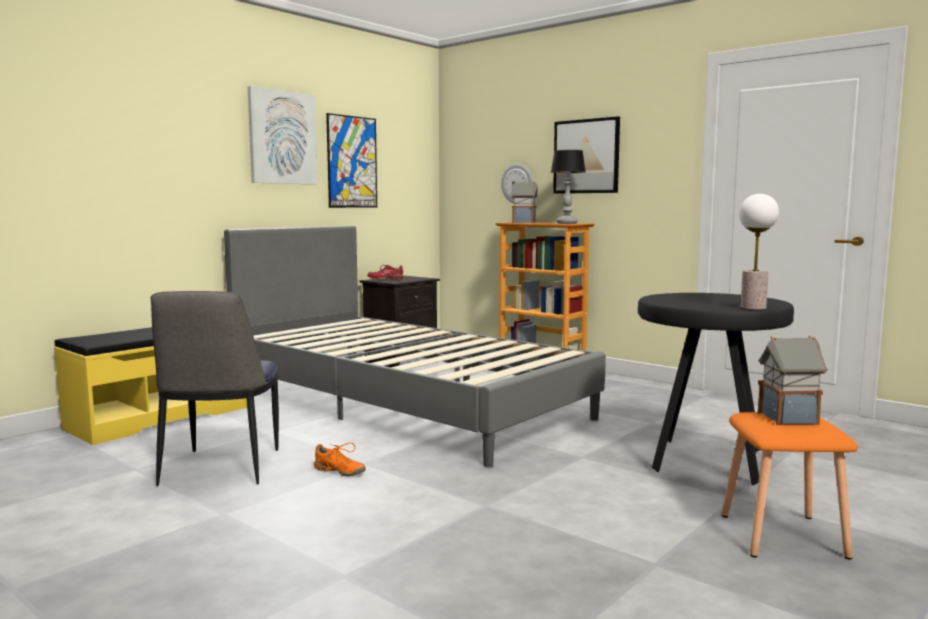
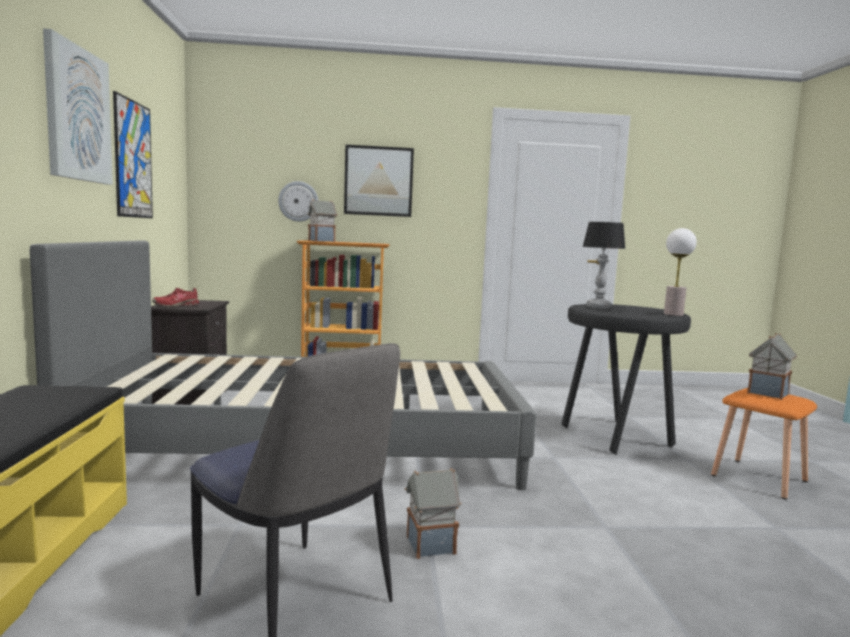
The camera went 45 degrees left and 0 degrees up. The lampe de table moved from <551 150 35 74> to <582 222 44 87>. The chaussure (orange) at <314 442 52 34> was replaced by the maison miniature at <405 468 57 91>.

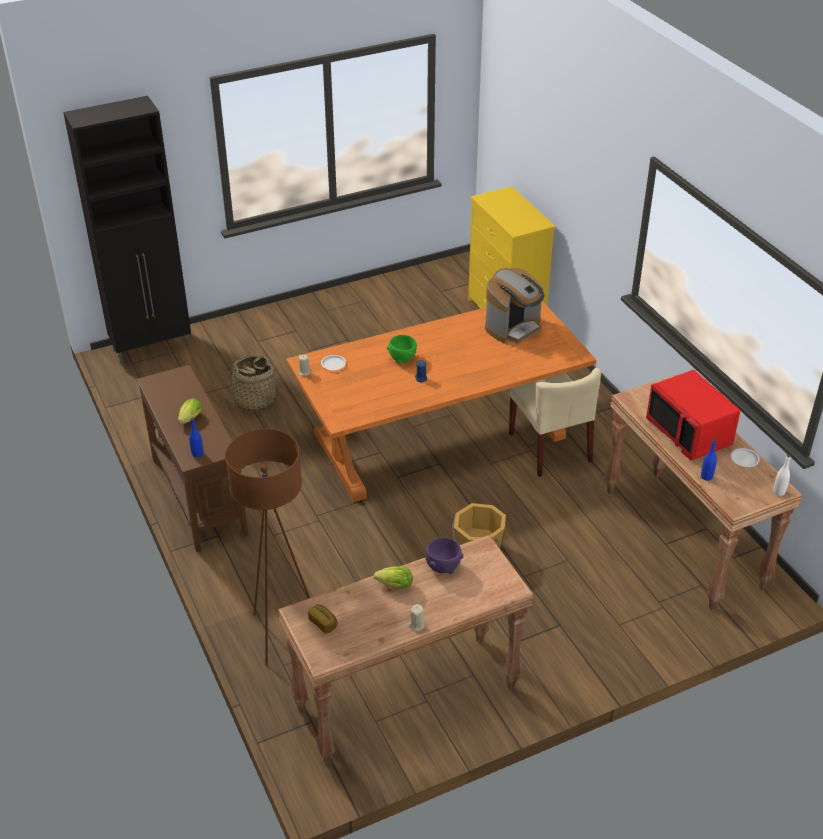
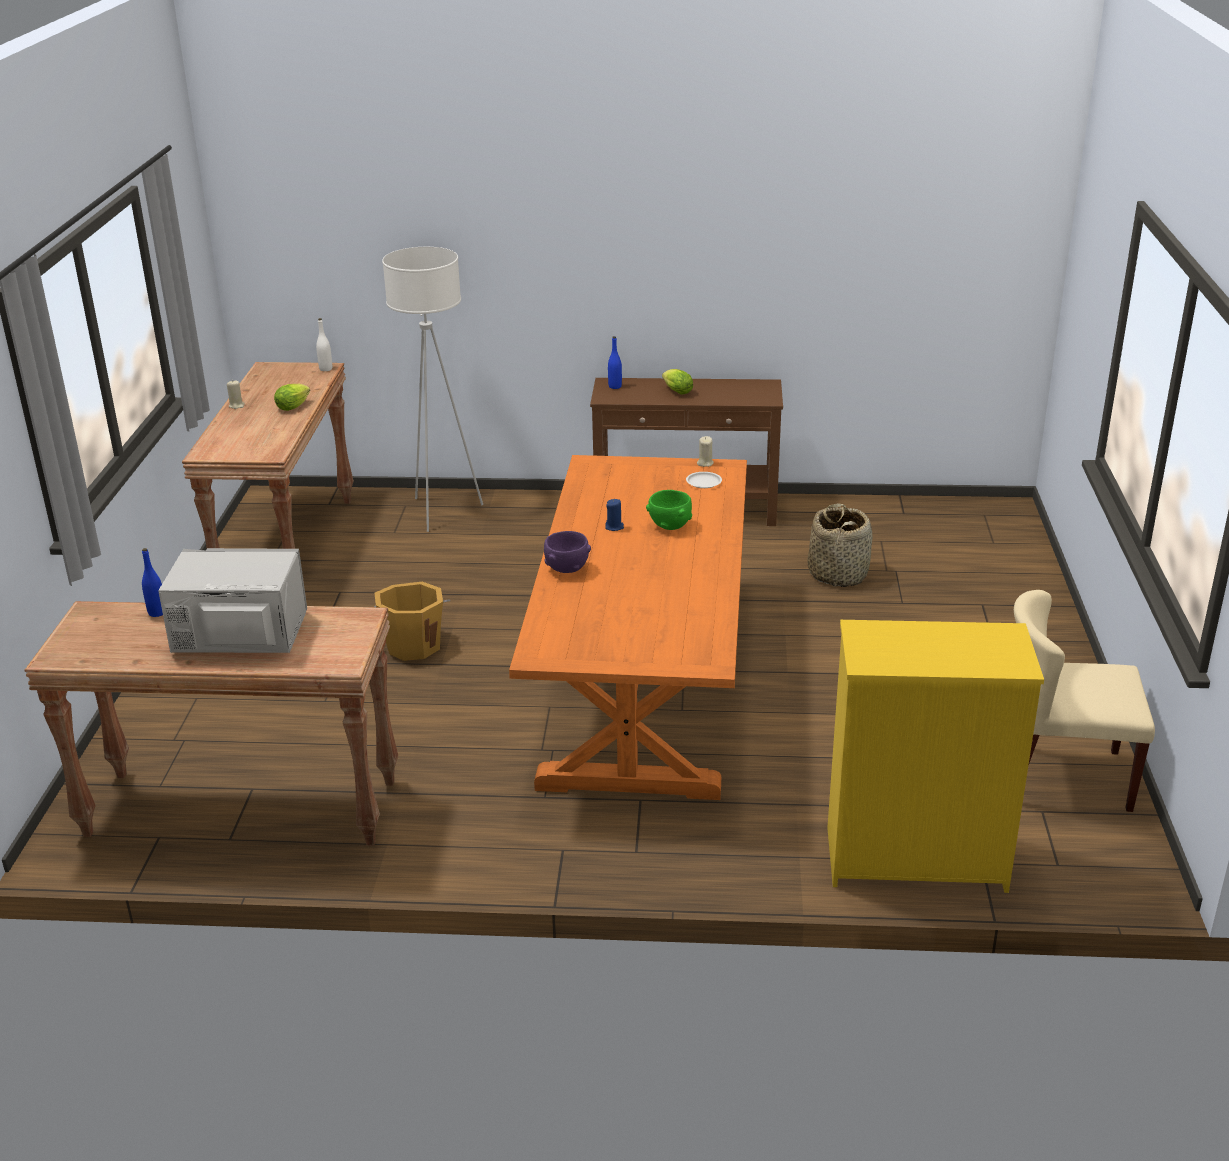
The camera went 120 degrees right and 10 degrees down. The meuble de rangement (noir) at <63 96 128 269> disappeared. The machine à café at <485 268 59 76> disappeared. The chaise (beige) moved from <509 368 92 109> to <1014 590 141 222>. The micro-ondes (rouge) at <646 370 95 91> became the micro-ondes (gris) at <158 548 149 105>. The lampadaire (marron) at <225 429 85 237> became the lampadaire (blanc) at <382 247 101 285>. The assiette (blanc) at <730 448 30 19> disappeared. The bouteille (blanc) moved from <773 455 18 41> to <316 318 16 53>. The bol (violet) moved from <425 537 38 37> to <544 531 47 42>. The pain at <308 604 30 30> disappeared.

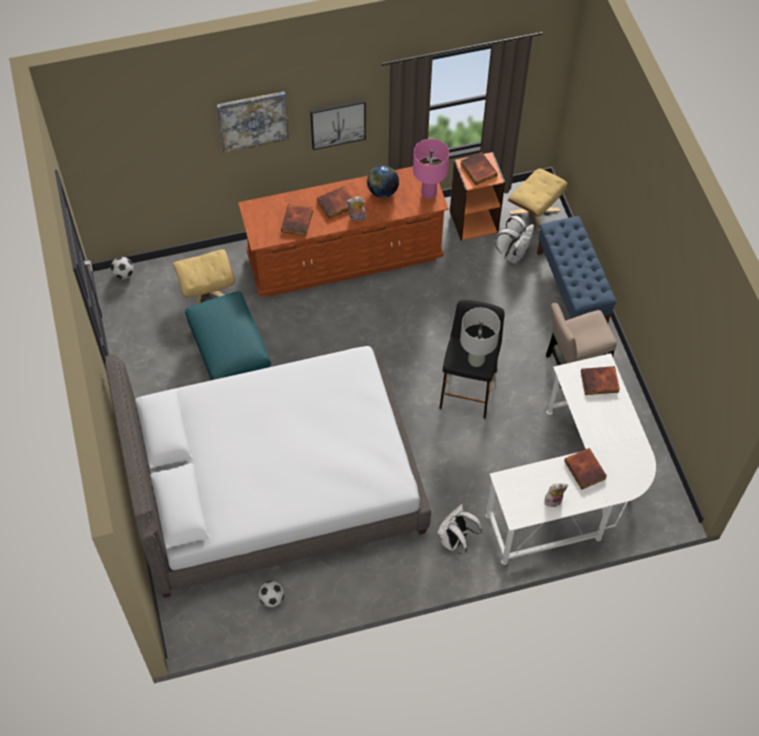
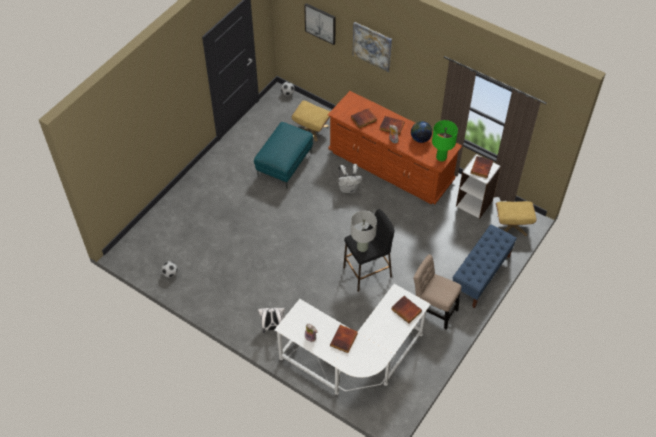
The camera went 50 degrees right and 5 degrees down. The tableau moved from <310 99 56 51> to <304 3 32 42>. The lampe de table (rose) at <413 139 36 60> became the lampe de table (vert) at <432 120 26 42>. The bibliothèque (orange) at <450 152 55 89> became the bibliothèque (blanc) at <456 154 45 65>. The sac à dos (blanc) moved from <495 216 39 48> to <338 164 24 29>. The lit (gris) at <105 346 326 252> disappeared.

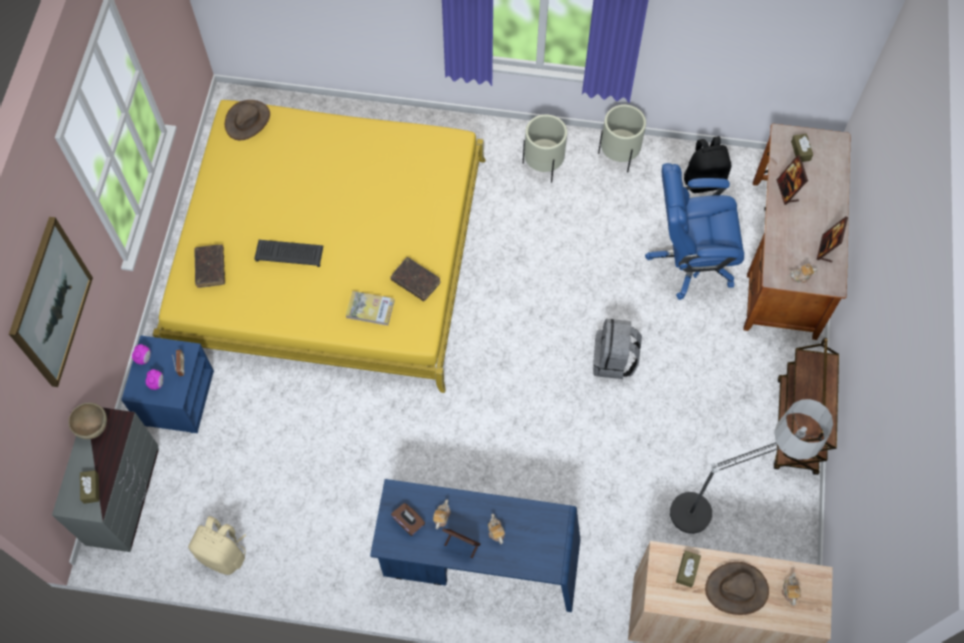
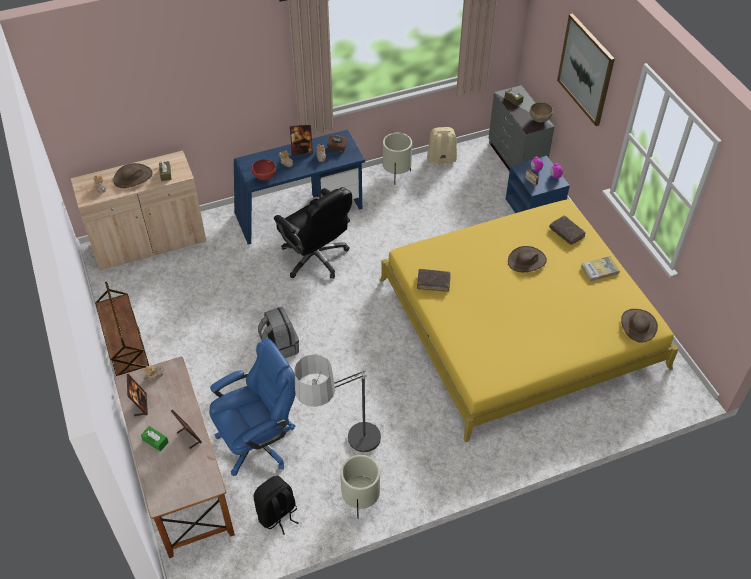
The camera went 150 degrees right and 15 degrees down. The cache-pot (beige) moved from <523 114 44 69> to <383 133 29 52>. The boîte à mouchoirs (marron) at <791 134 22 28> disappeared. The clavier at <254 240 70 27> was replaced by the chapeau (marron) at <508 246 39 26>. The livre moved from <346 291 49 35> to <581 256 39 26>. The lampadaire moved from <666 399 167 135> to <294 354 88 104>. The bol (rouge) at <251 159 25 21> appeared. The chaise de bureau (noir) at <274 187 78 92> appeared. The boîte à mouchoirs (vert) at <141 426 28 25> appeared.

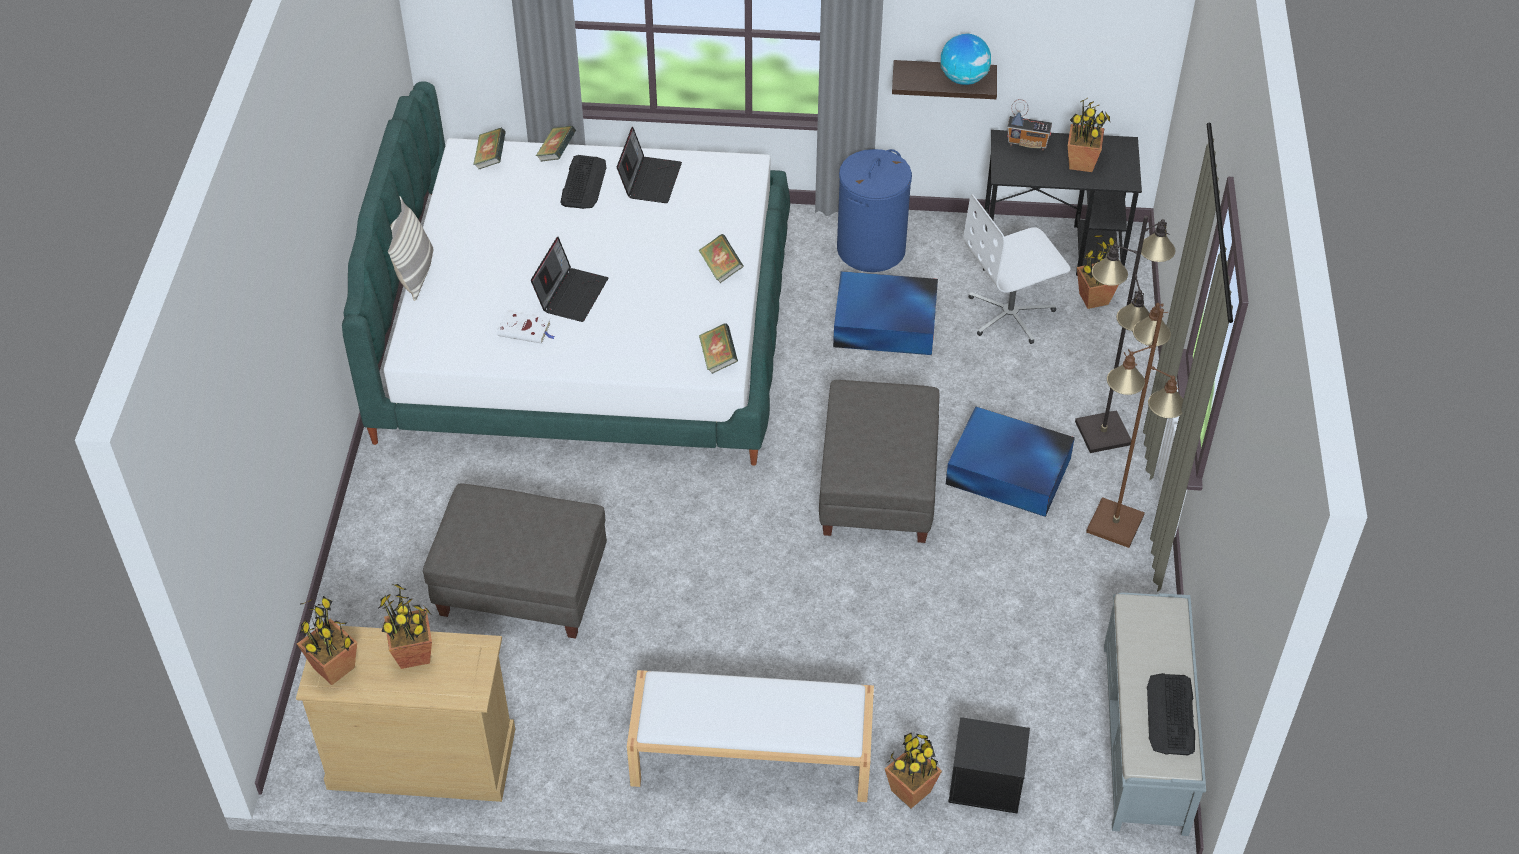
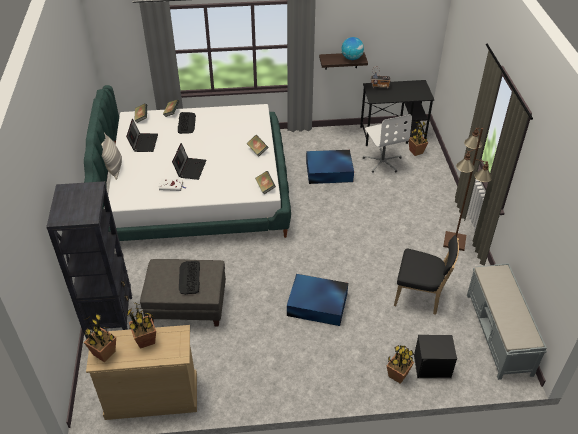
The camera went 10 degrees left and 5 degrees down. The plante en pot at <1068 98 43 74> disappeared. The ordinateur portable moved from <617 127 65 76> to <126 119 32 33>. The panier à linge (bleu) at <837 149 75 123> disappeared. The chaise de bureau (blanc) at <963 194 107 150> turned 75 degrees counterclockwise. The lampadaire (noir) at <1075 216 100 237> disappeared. The pouf (gris) at <819 380 120 163> disappeared. The boîte de rangement (bleu) moved from <946 406 129 111> to <287 274 61 52>. The banc (blanc) at <627 670 247 132> disappeared. The clavier moved from <1147 673 48 82> to <179 261 21 33>. The bibliothèque (noir) at <46 181 86 158> appeared. The chaise (noir) at <394 235 65 80> appeared.

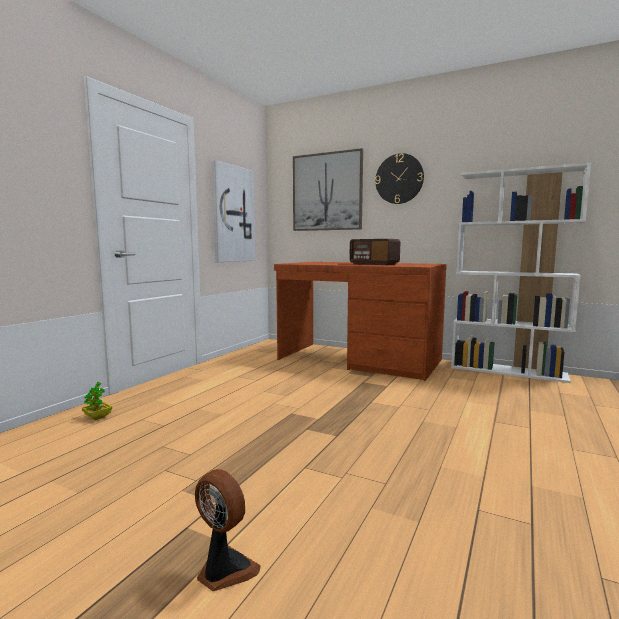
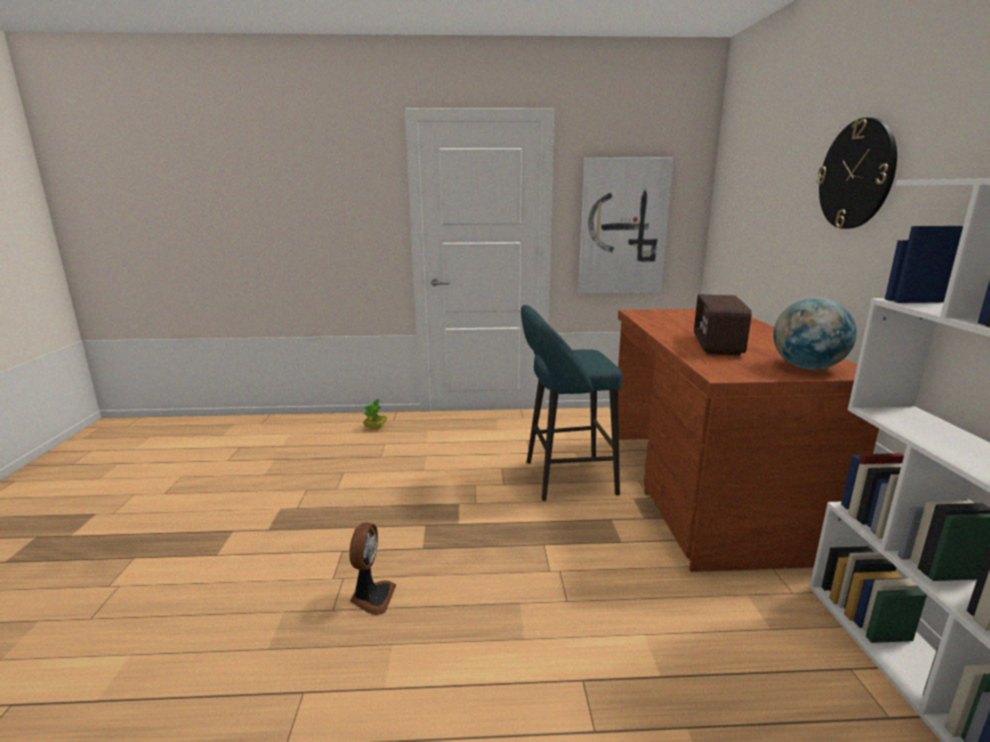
The camera went 60 degrees right and 10 degrees up. The tableau at <293 148 70 83> disappeared. The ventilateur moved from <195 469 66 122> to <349 523 47 92>. The globe at <773 298 84 72> appeared. The tabouret (turquoise) at <521 305 101 196> appeared.

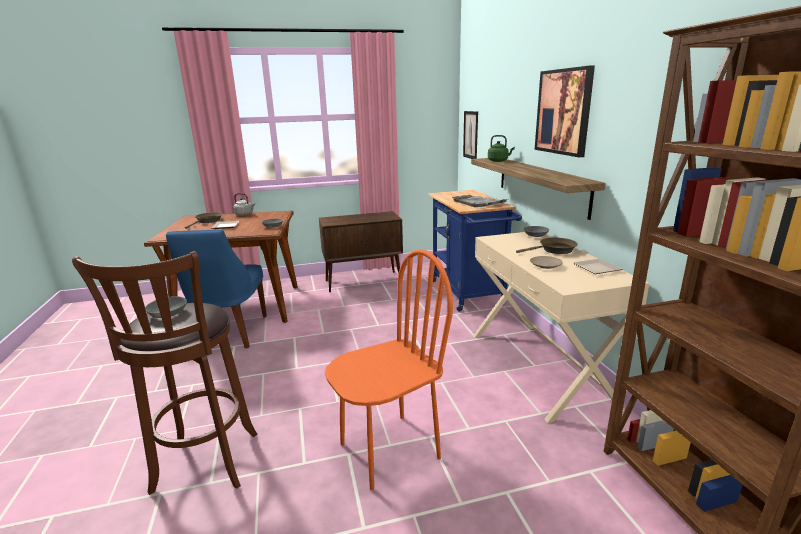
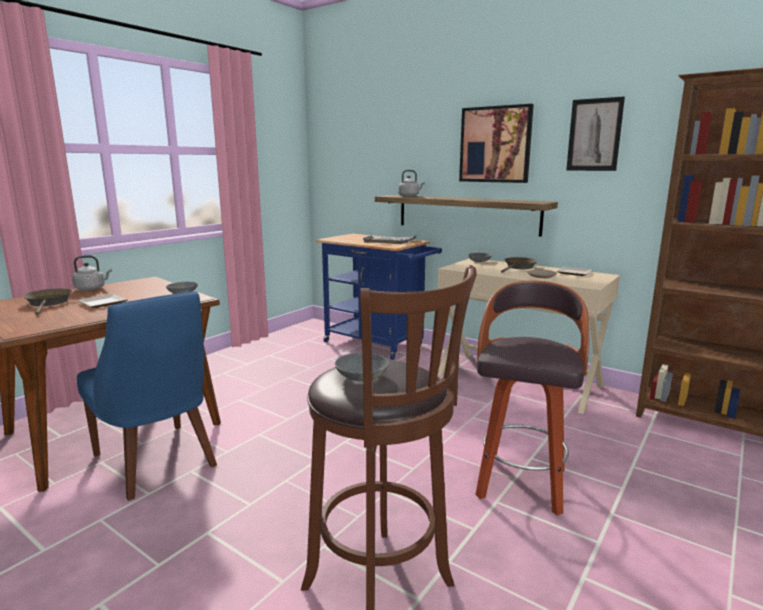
The camera went 40 degrees left and 5 degrees down. The tableau moved from <463 111 15 48> to <566 96 59 75>. The bouilloire (vert) at <488 135 27 27> became the bouilloire (gris) at <398 170 27 27>. The meuble de rangement (marron) at <319 211 84 81> disappeared. The chaise (orange) at <325 249 128 242> was replaced by the tabouret at <475 280 114 235>.

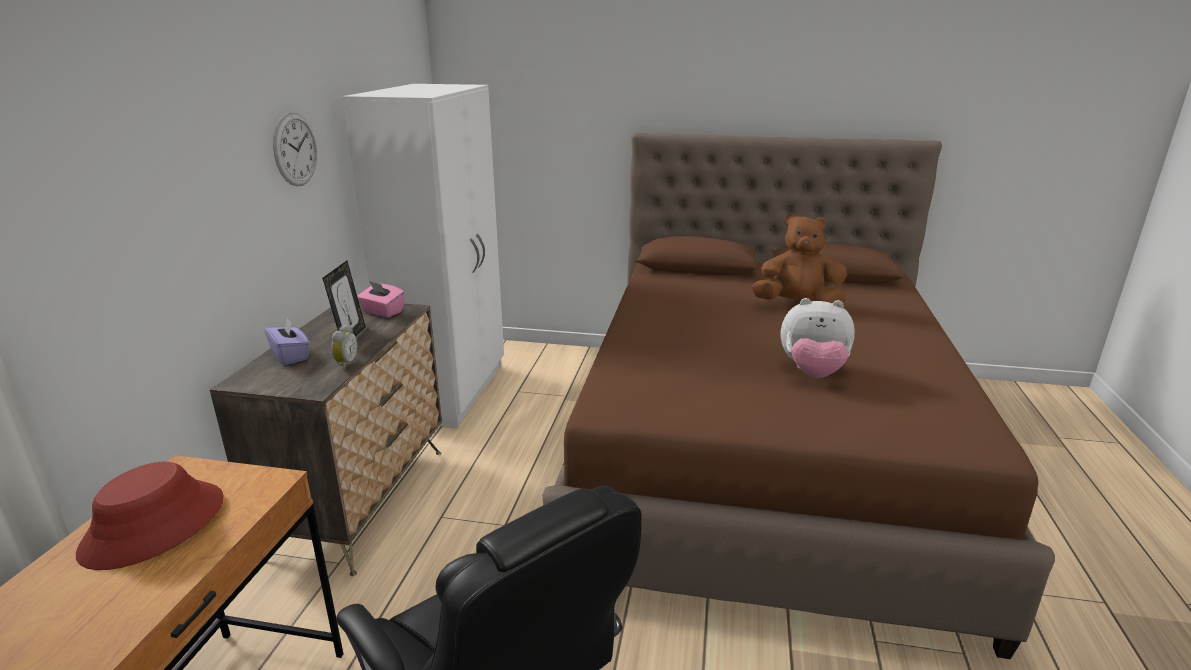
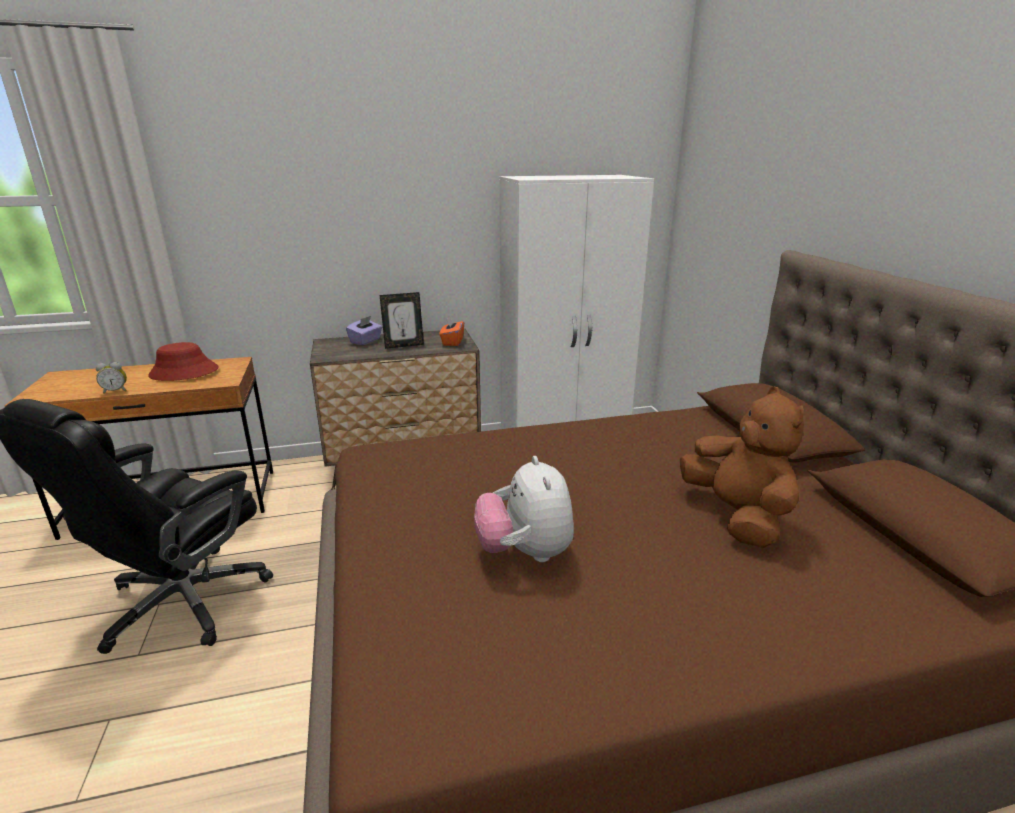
The camera went 65 degrees right and 0 degrees up. The horloge murale at <273 113 44 73> disappeared. The boîte à mouchoirs (rose) at <357 281 48 37> became the boîte à mouchoirs (orange) at <439 316 25 30>. The réveil moved from <331 324 27 46> to <96 362 31 32>.

